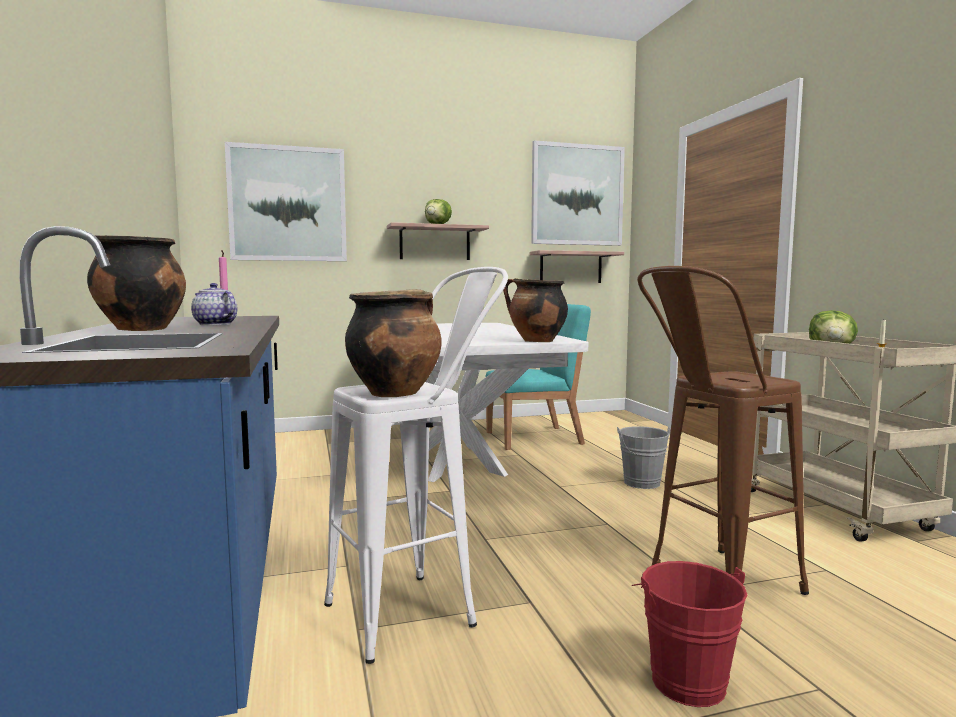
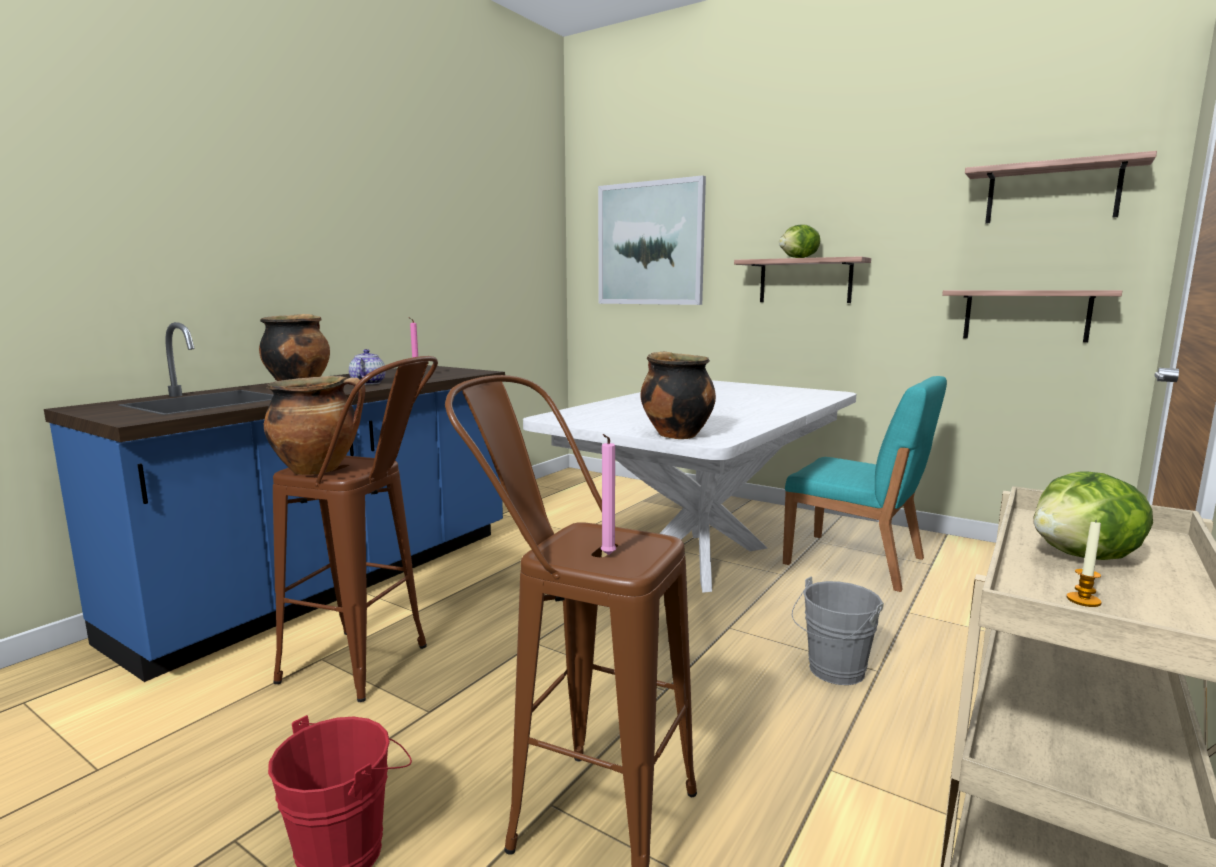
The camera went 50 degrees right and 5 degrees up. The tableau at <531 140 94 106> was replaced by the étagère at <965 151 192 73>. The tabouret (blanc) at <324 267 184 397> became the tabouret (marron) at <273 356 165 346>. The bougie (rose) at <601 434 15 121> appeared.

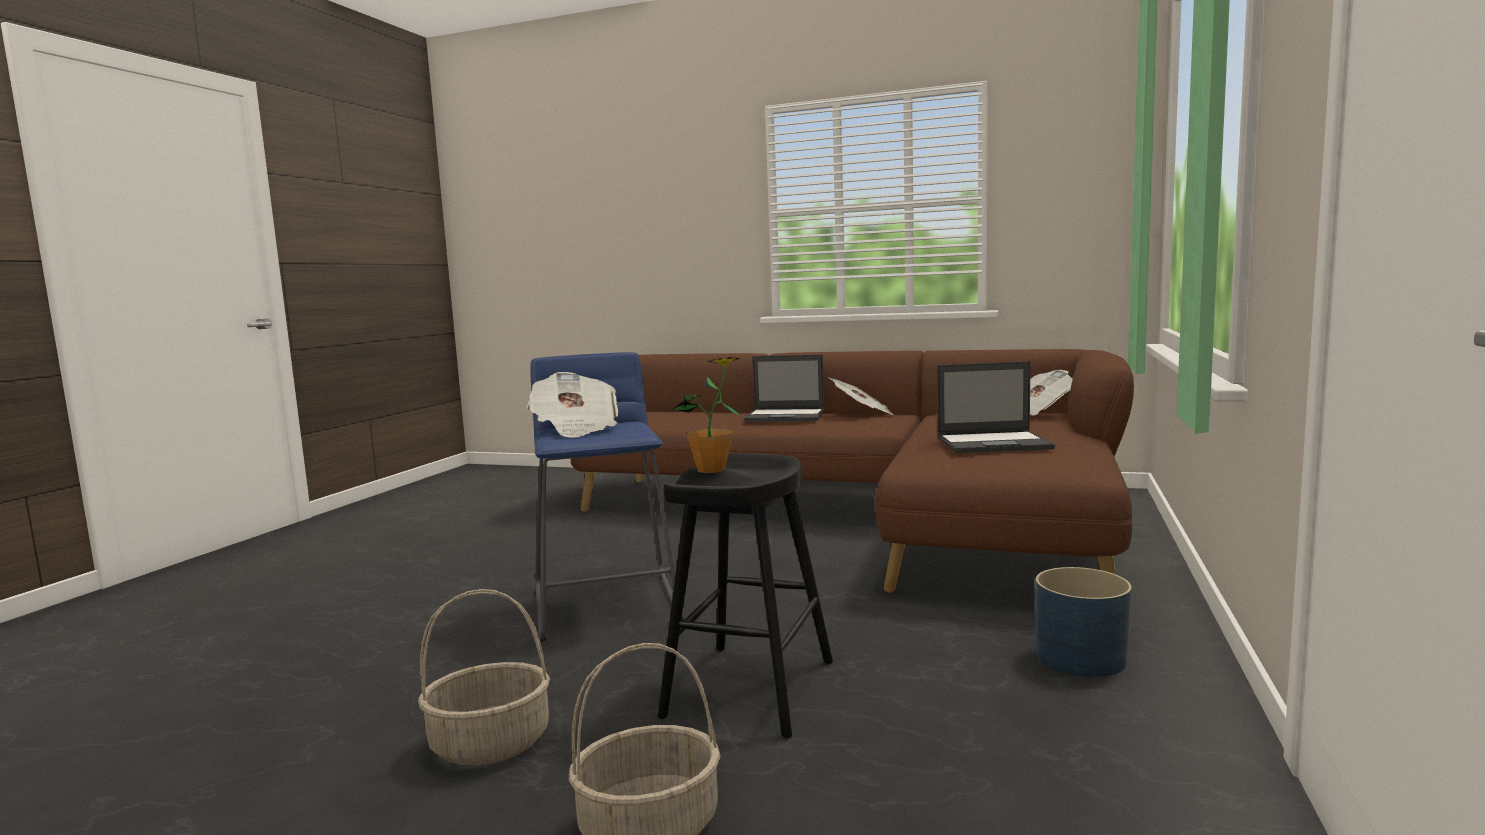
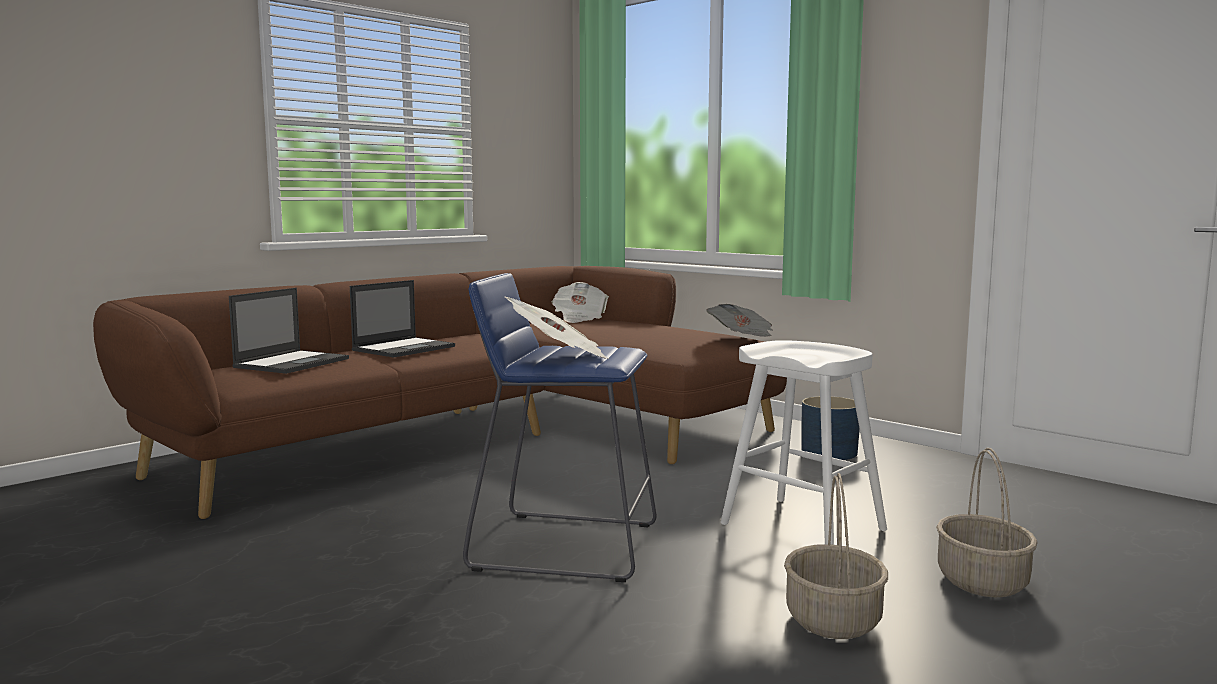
The camera went 65 degrees left and 0 degrees up. The plante en pot at <672 357 69 116> disappeared. The ordinateur portable moved from <937 361 118 92> to <229 288 120 86>. The journal moved from <829 378 67 38> to <707 304 67 33>. The tabouret (noir) at <658 453 175 286> became the tabouret (blanc) at <721 340 166 205>.

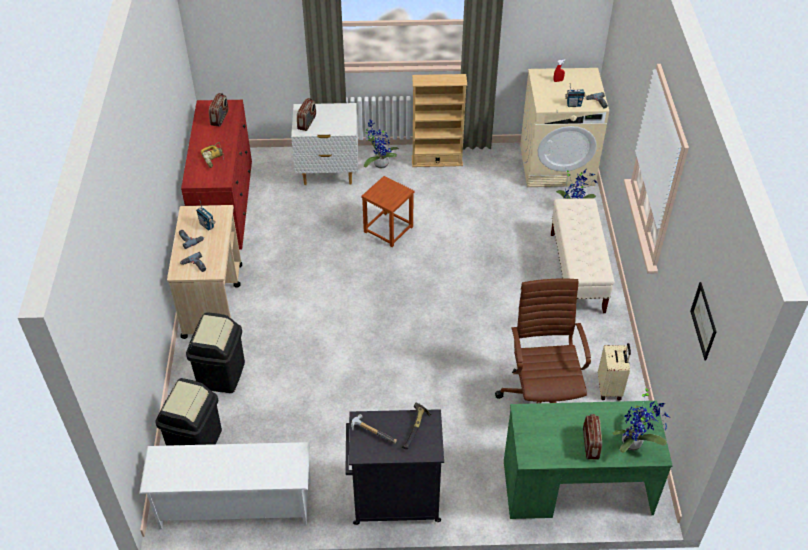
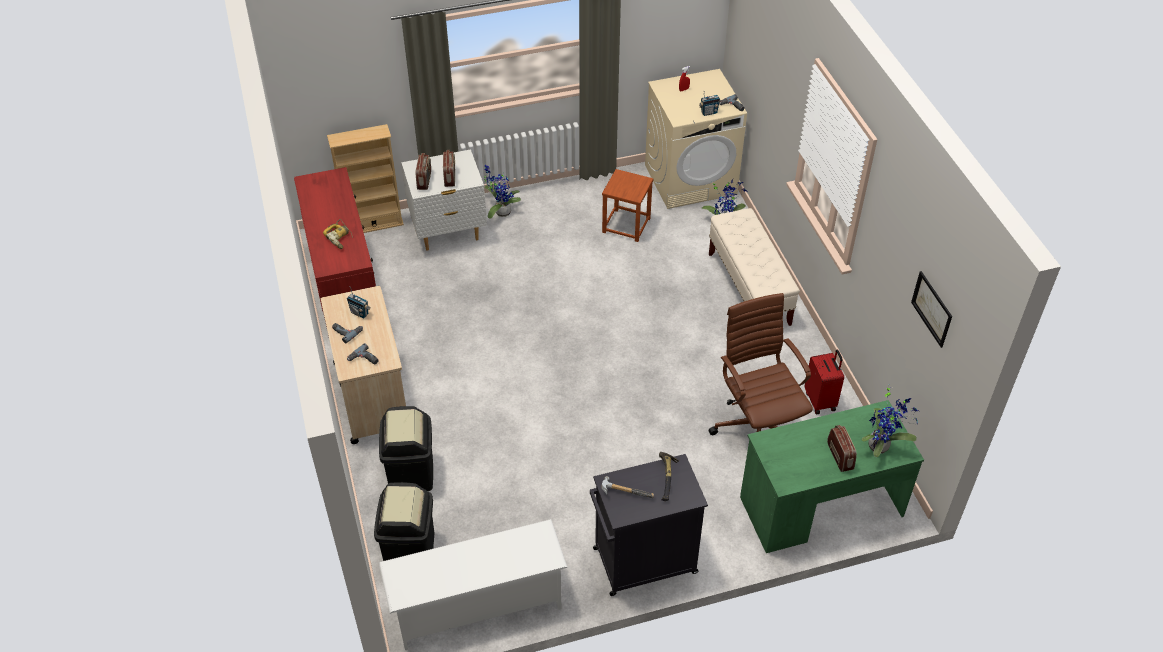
The camera went 15 degrees left and 0 degrees up. The bibliothèque (beige) moved from <412 74 55 93> to <327 124 77 109>. The radio moved from <209 93 20 34> to <443 150 12 37>. The tabouret (marron) moved from <361 176 53 71> to <602 169 51 73>. The valise (beige) at <598 343 33 58> became the valise (rouge) at <805 350 39 64>.

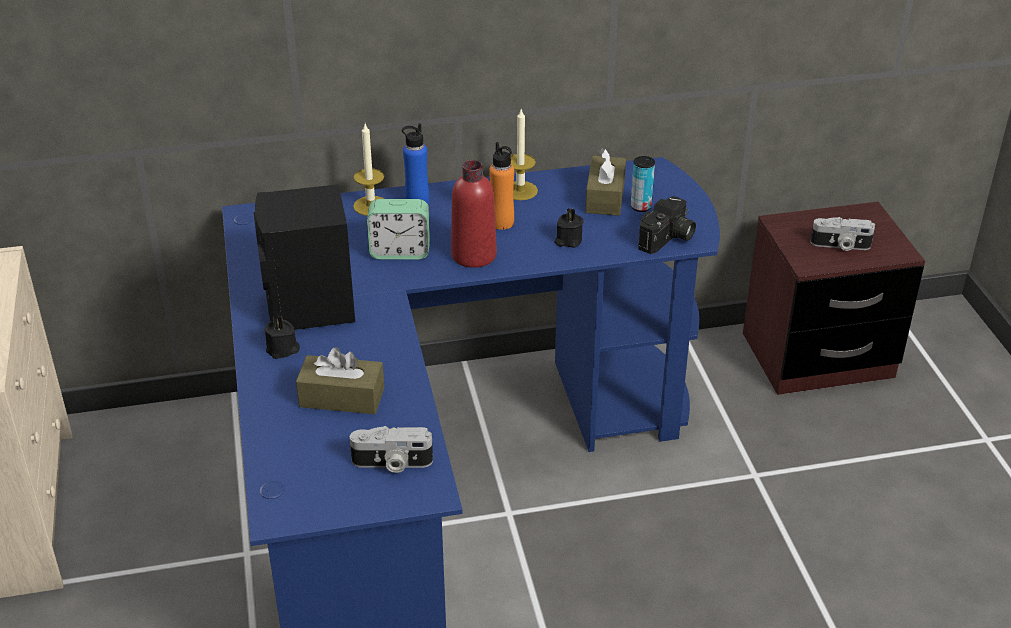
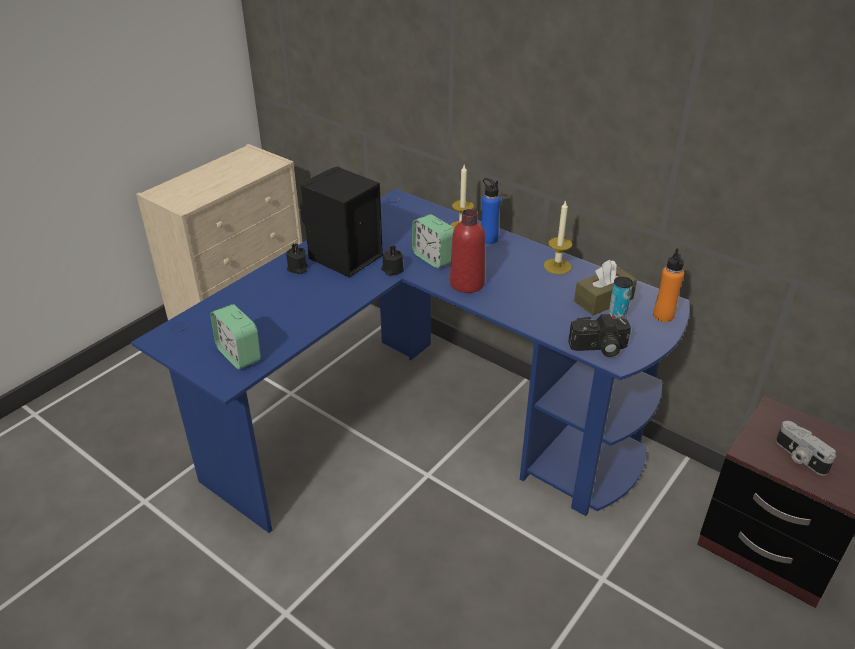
The camera went 50 degrees right and 0 degrees up. The bouteille (orange) moved from <489 142 25 88> to <653 248 31 74>. The bougie (noir) moved from <554 208 29 40> to <381 246 23 29>. The boîte à mouchoirs (marron) at <296 347 88 67> disappeared. The appareil photo at <350 426 83 47> was replaced by the réveil at <210 304 51 65>.

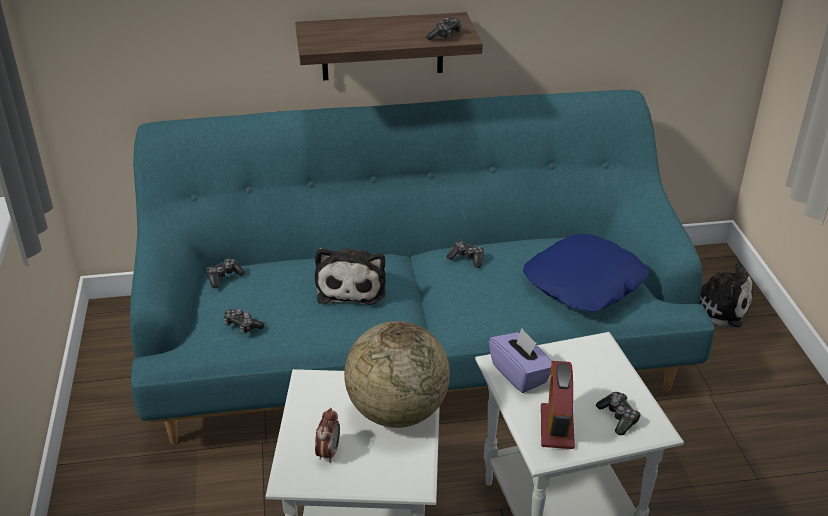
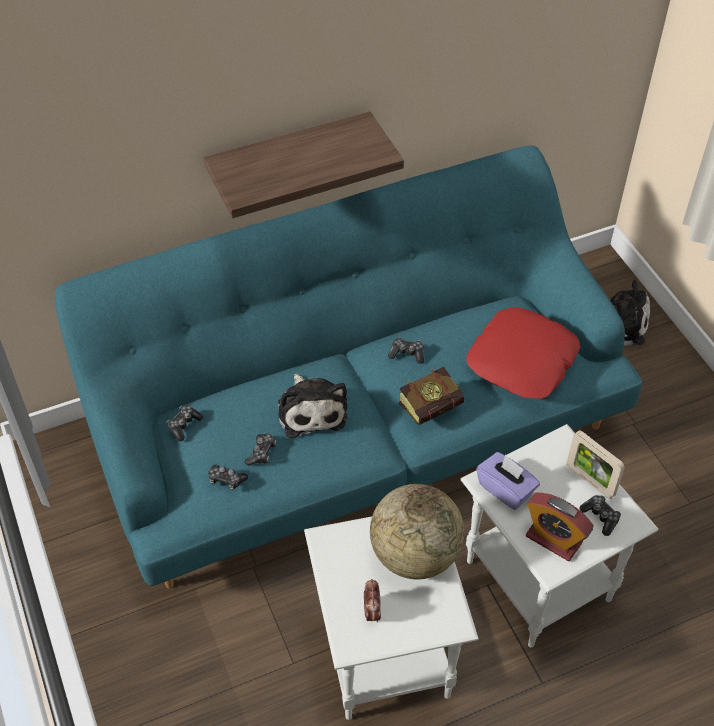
The camera went 15 degrees left and 15 degrees up. The manette moved from <426 18 36 22> to <245 434 31 32>. The coussin (bleu) at <523 234 126 78> became the coussin (rouge) at <467 307 113 92>. The réveil at <541 361 34 88> turned 45 degrees counterclockwise. The livre at <399 367 65 58> appeared. The cadre photo at <567 430 58 69> appeared.

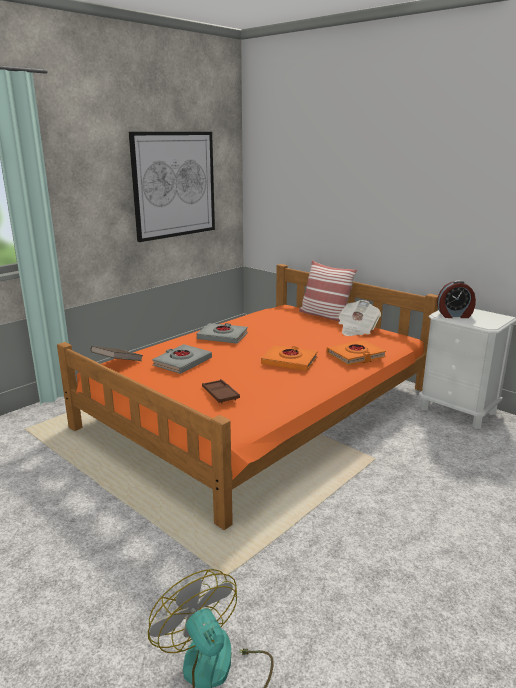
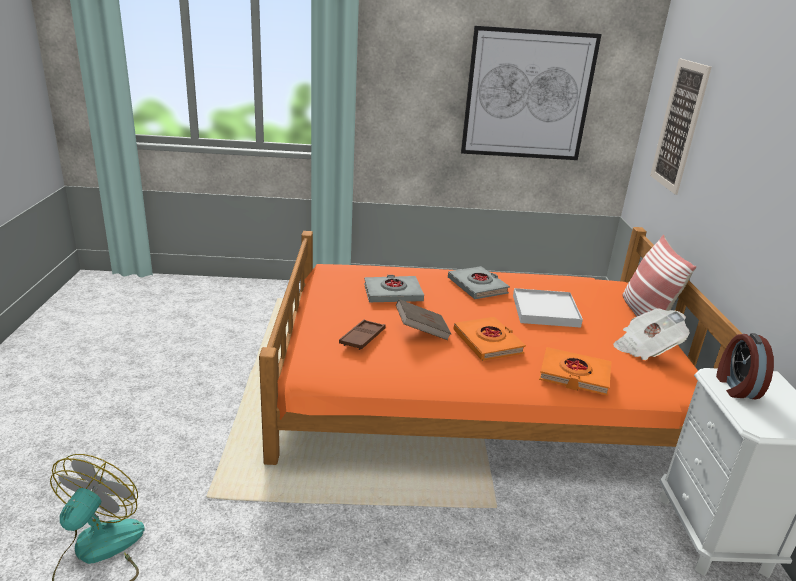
The camera went 45 degrees right and 5 degrees up. The réveil at <437 281 39 37> turned 45 degrees clockwise. The livre (marron) moved from <91 346 52 15> to <396 299 55 41>. The tableau at <650 58 62 137> appeared. The plateau (blanc) at <513 288 70 40> appeared.

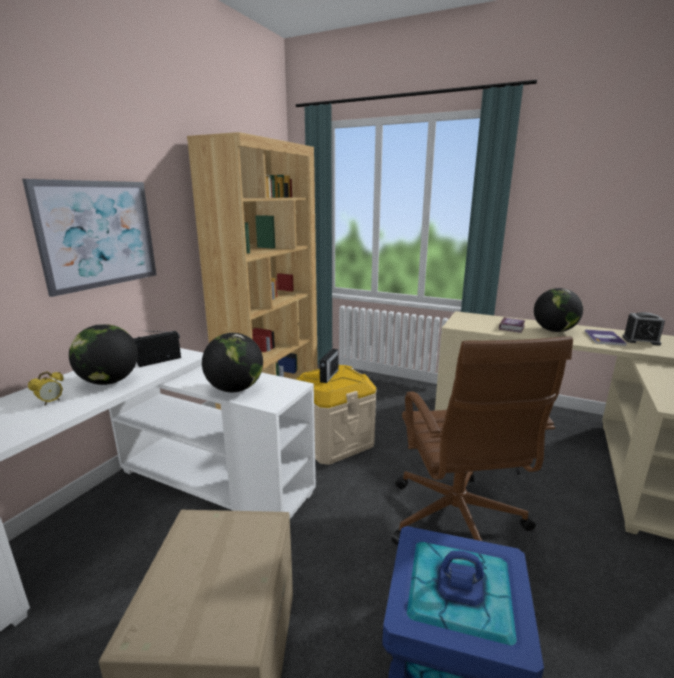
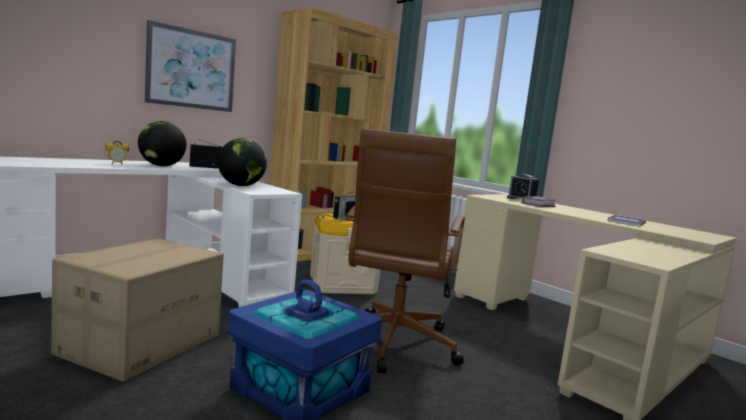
The camera went 20 degrees right and 10 degrees down. The globe at <534 288 49 44> disappeared. The réveil moved from <622 312 43 33> to <507 175 32 24>.

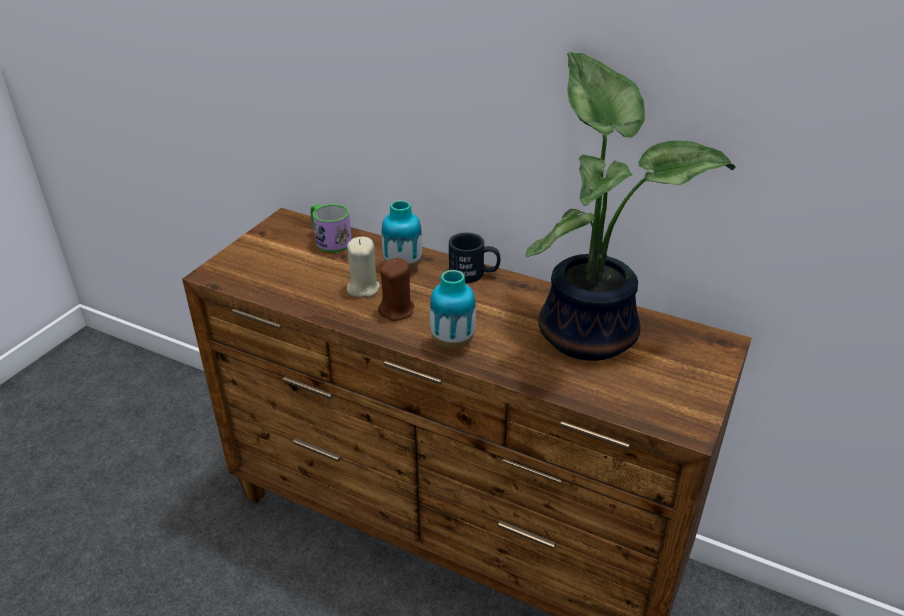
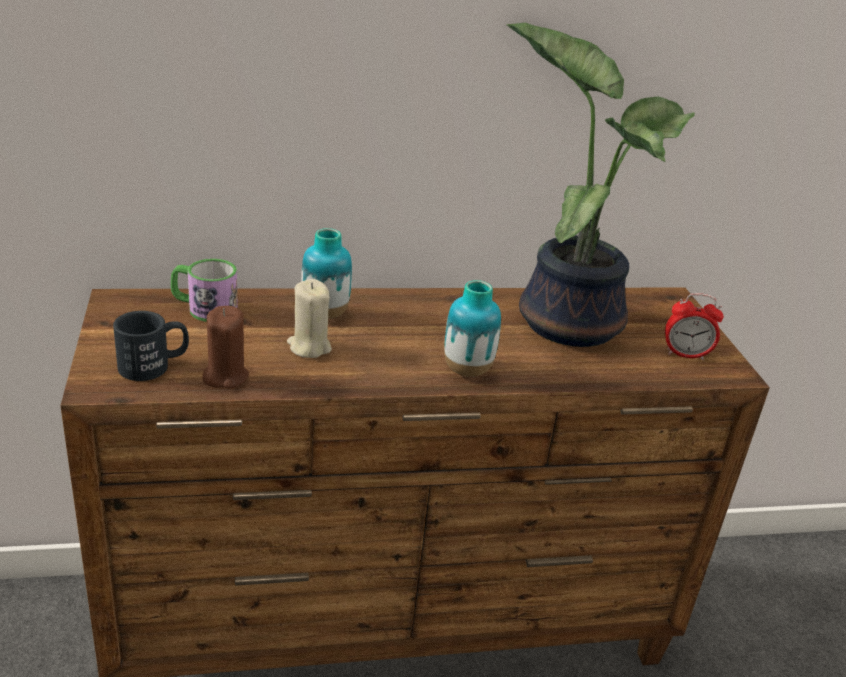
The camera went 40 degrees left and 5 degrees down. The mug (noir) moved from <449 233 51 50> to <113 311 76 70>. The bougie (marron) moved from <378 258 36 63> to <202 306 47 83>. The réveil at <665 293 59 67> appeared.

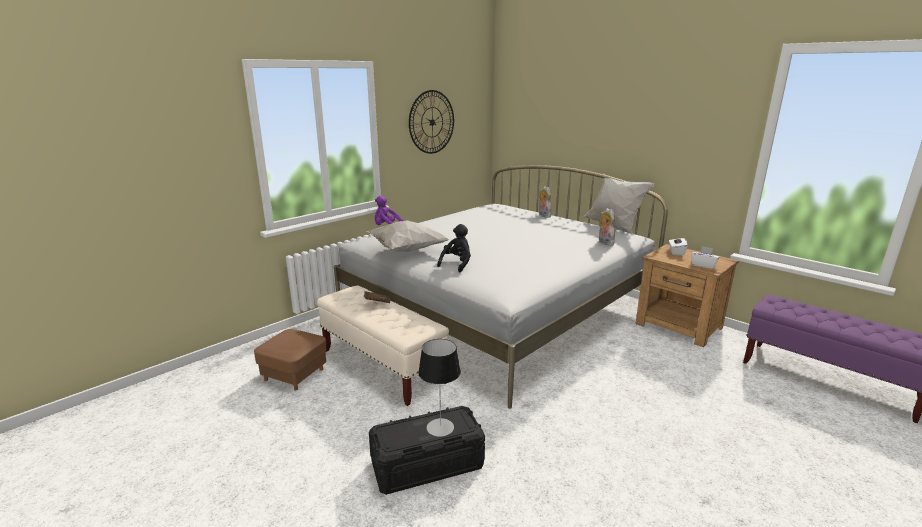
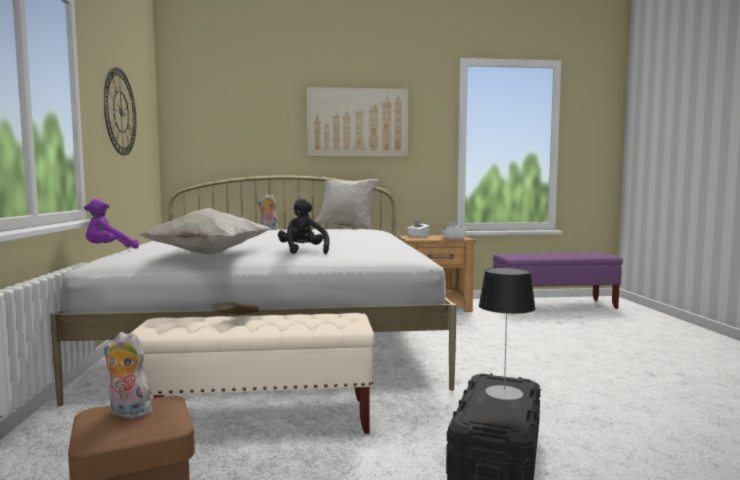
The camera went 50 degrees left and 15 degrees down. The peluche moved from <599 208 16 38> to <104 332 48 87>. The tableau at <307 87 102 70> appeared.

